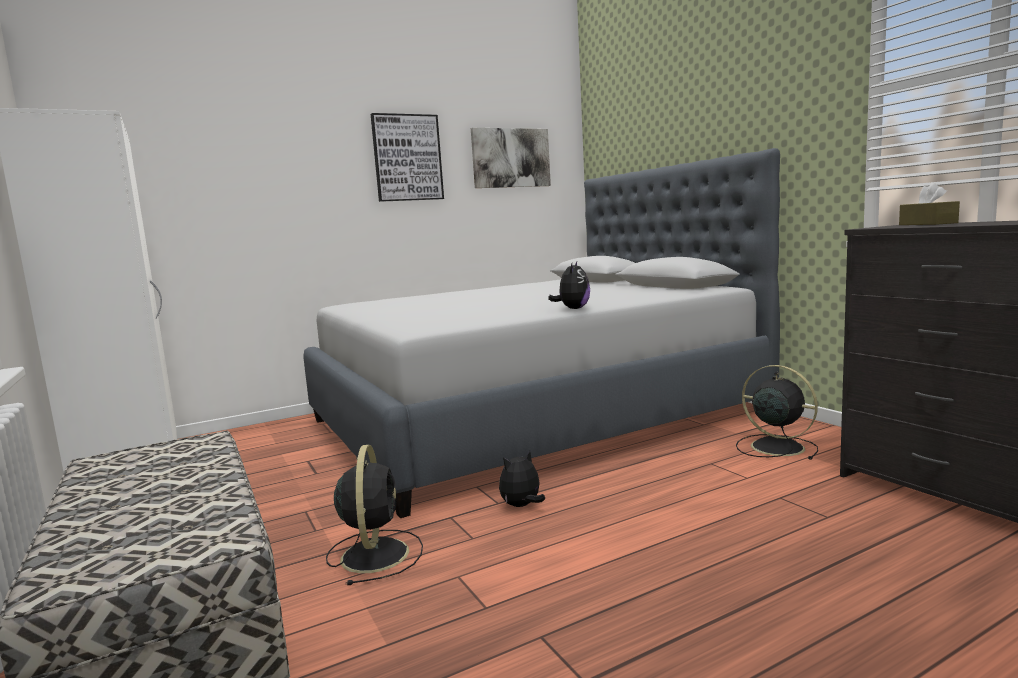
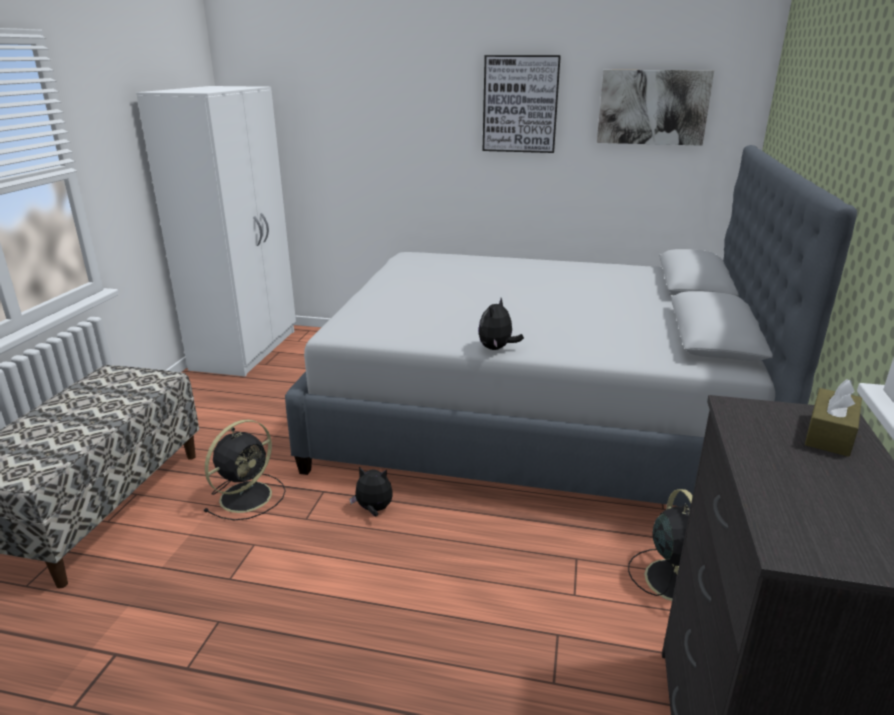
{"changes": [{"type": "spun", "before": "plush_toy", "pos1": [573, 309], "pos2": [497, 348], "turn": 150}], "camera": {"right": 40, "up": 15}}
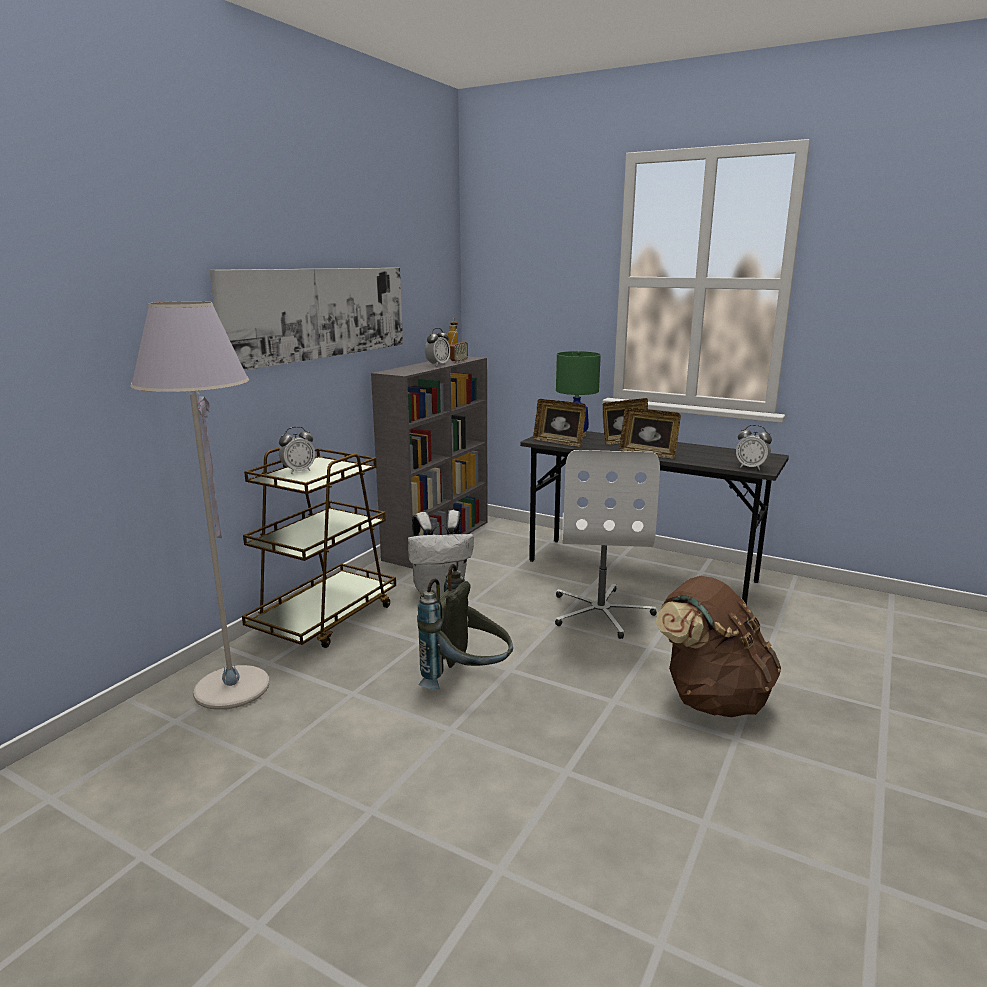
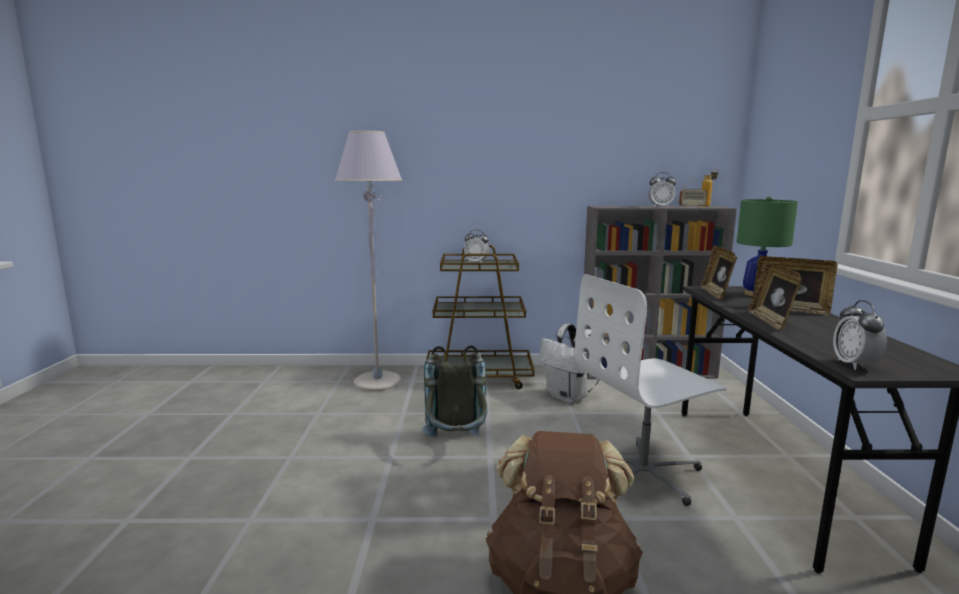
{"changes": [{"type": "missing", "before": "wall_art", "pos1": [319, 313]}], "camera": {"right": 60, "up": -5}}
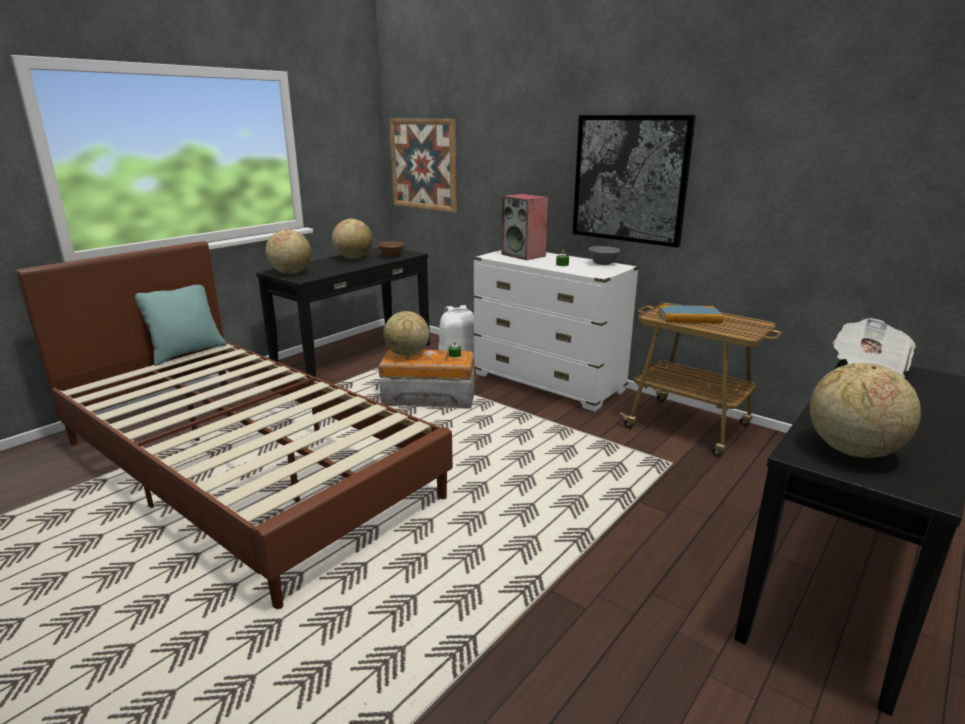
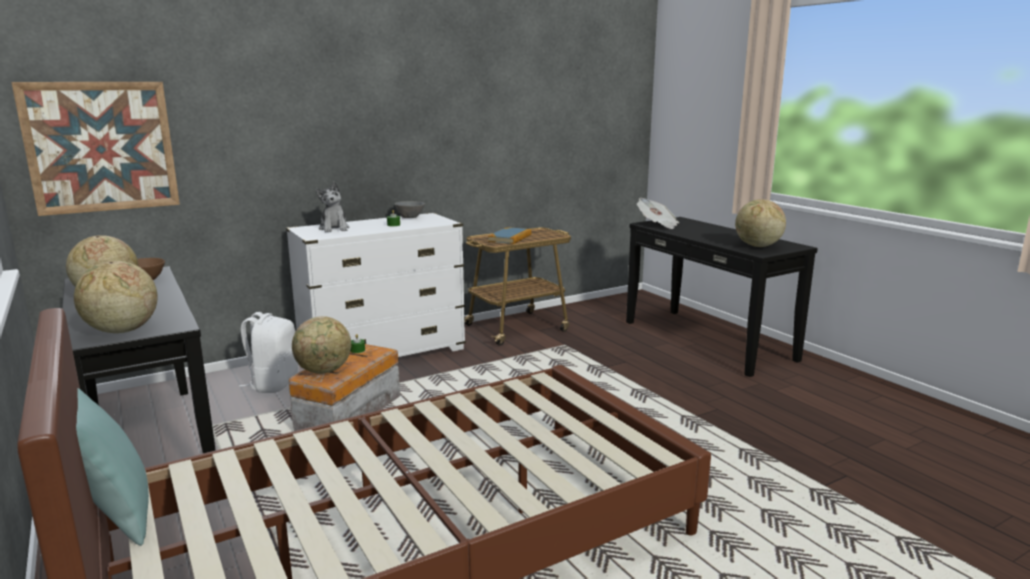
{"changes": [{"type": "exchanged", "before": "speaker", "after": "plush_toy", "pos1": [524, 255], "pos2": [334, 228]}, {"type": "missing", "before": "wall_art", "pos1": [630, 179]}], "camera": {"right": -70, "up": -5}}
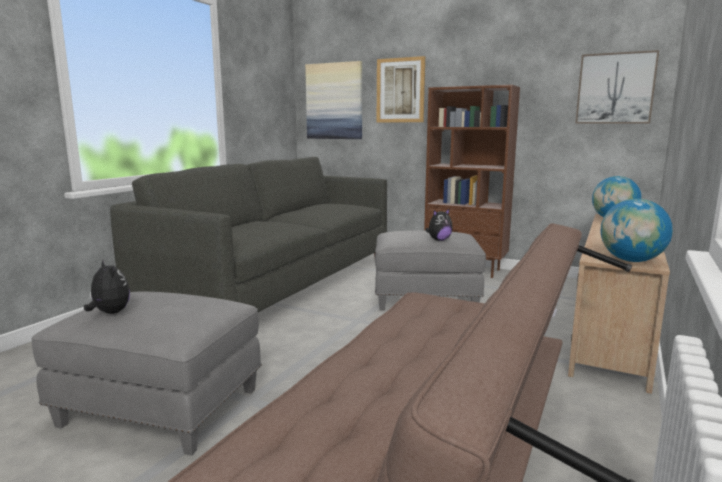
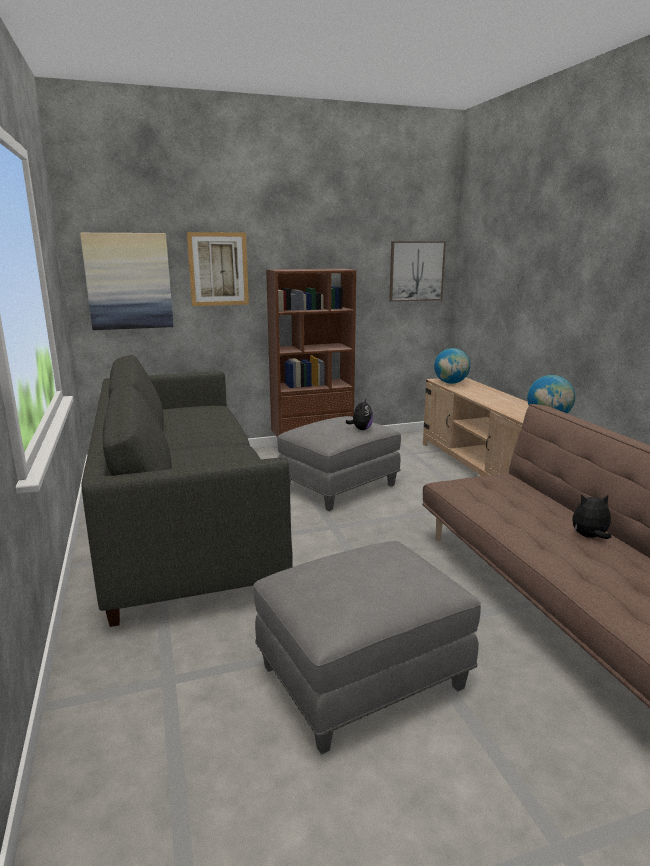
{"changes": [{"type": "relocated", "before": "plush_toy", "pos1": [109, 313], "pos2": [589, 537]}], "camera": {"right": -45, "up": 5}}
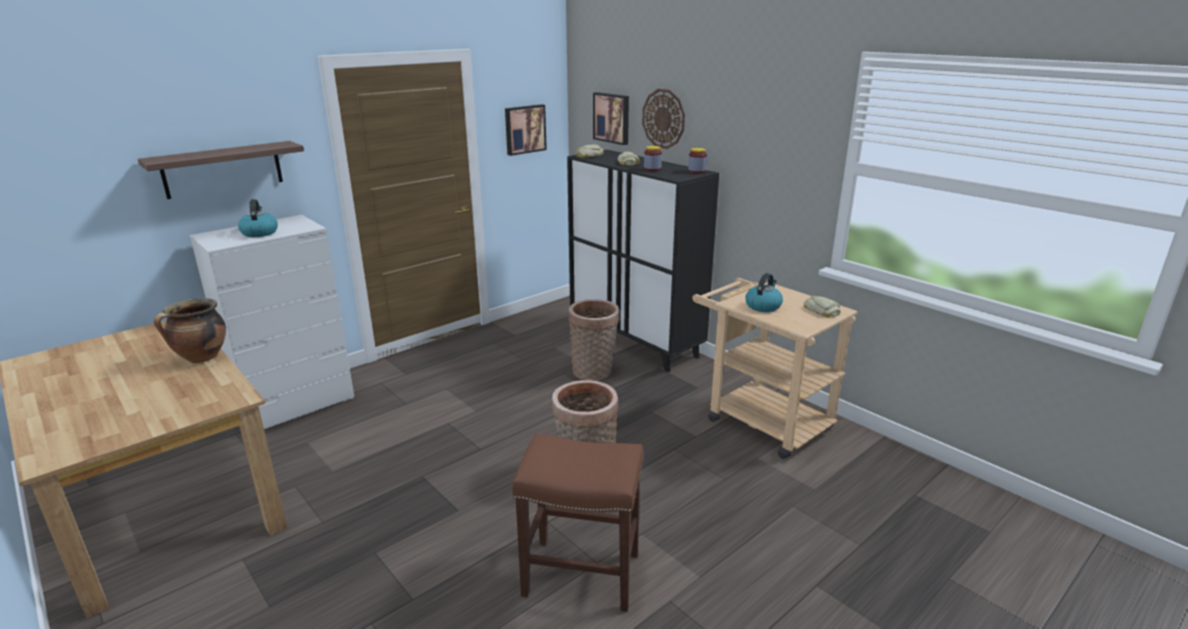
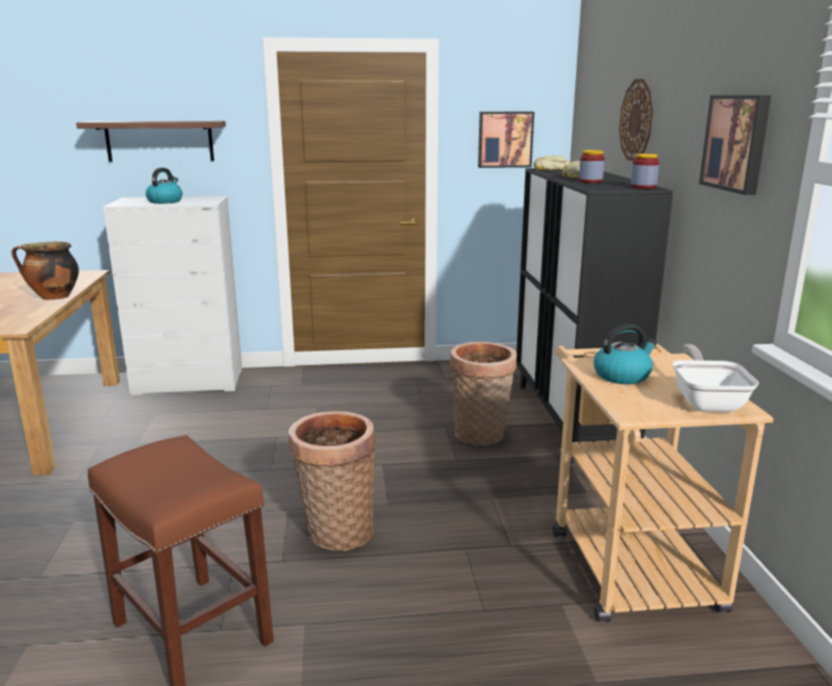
{"changes": [{"type": "relocated", "before": "wall_art", "pos1": [612, 118], "pos2": [737, 143]}, {"type": "exchanged", "before": "baked_bread", "after": "pan", "pos1": [821, 310], "pos2": [706, 401]}], "camera": {"right": 35, "up": -5}}
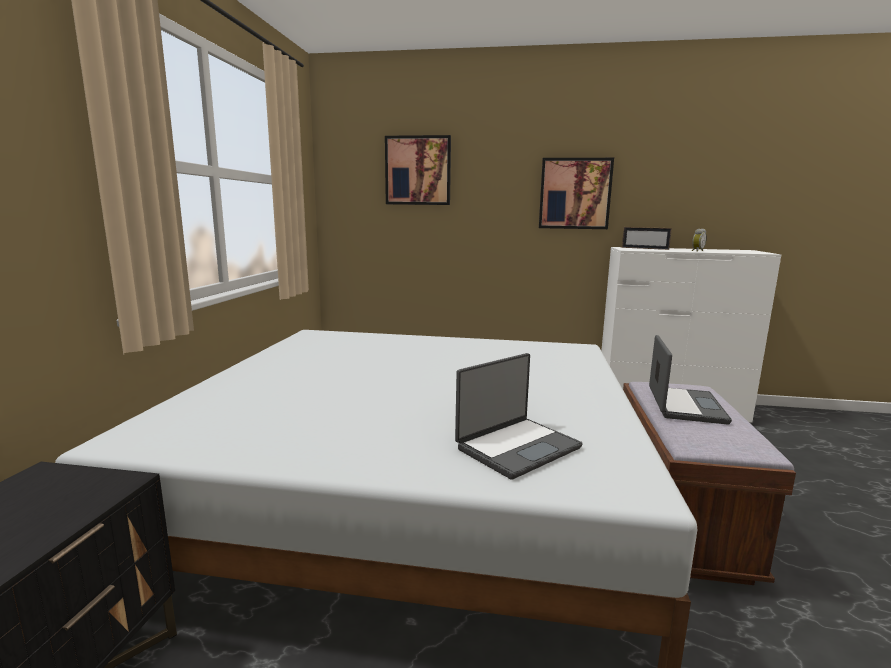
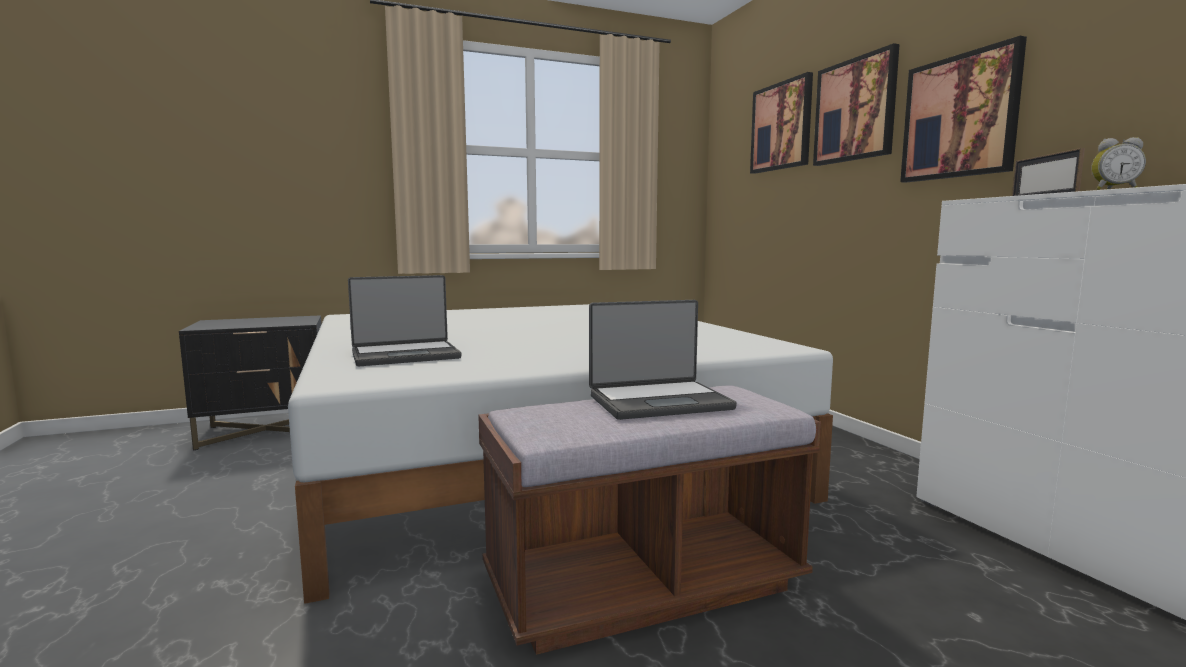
{"changes": [{"type": "spun", "before": "notebook_computer", "pos1": [517, 447], "pos2": [405, 355], "turn": -45}, {"type": "appeared", "after": "wall_art", "pos2": [855, 110]}], "camera": {"right": 60, "up": -5}}
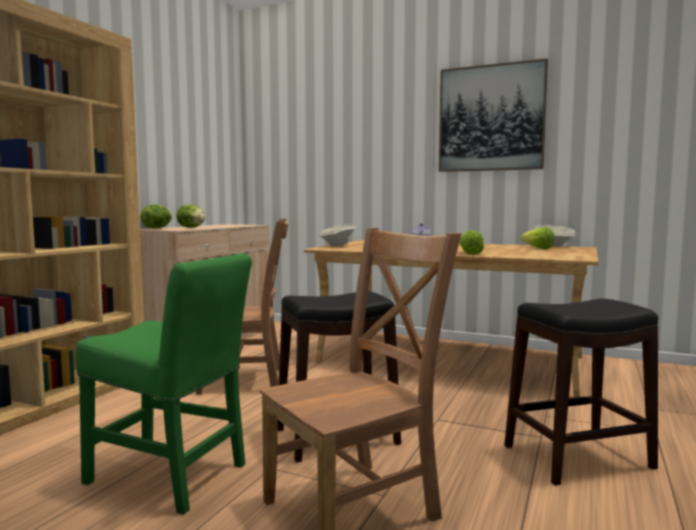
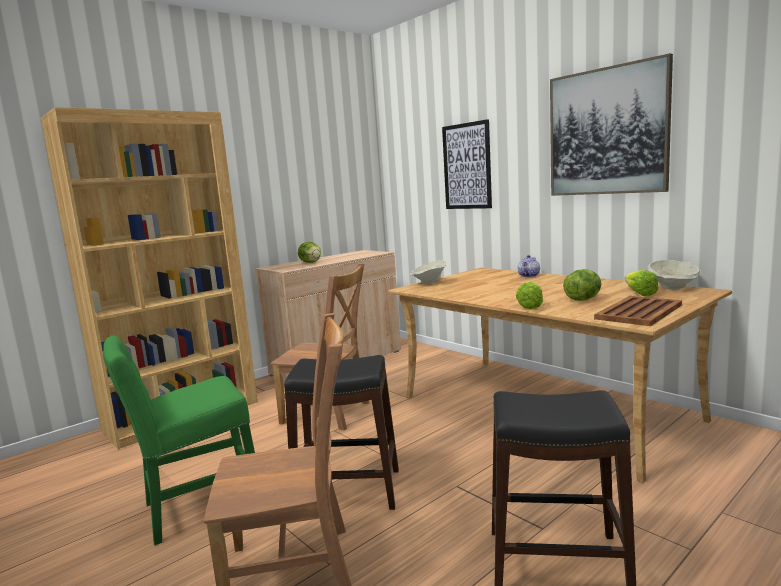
{"changes": [{"type": "spun", "before": "greenish_plain_chair", "pos1": [172, 476], "pos2": [197, 507], "turn": 105}, {"type": "relocated", "before": "lettuce", "pos1": [157, 228], "pos2": [583, 299]}, {"type": "appeared", "after": "wall_art", "pos2": [467, 166]}, {"type": "appeared", "after": "brownish_carrying_tray", "pos2": [639, 311]}], "camera": {"right": 25, "up": 5}}
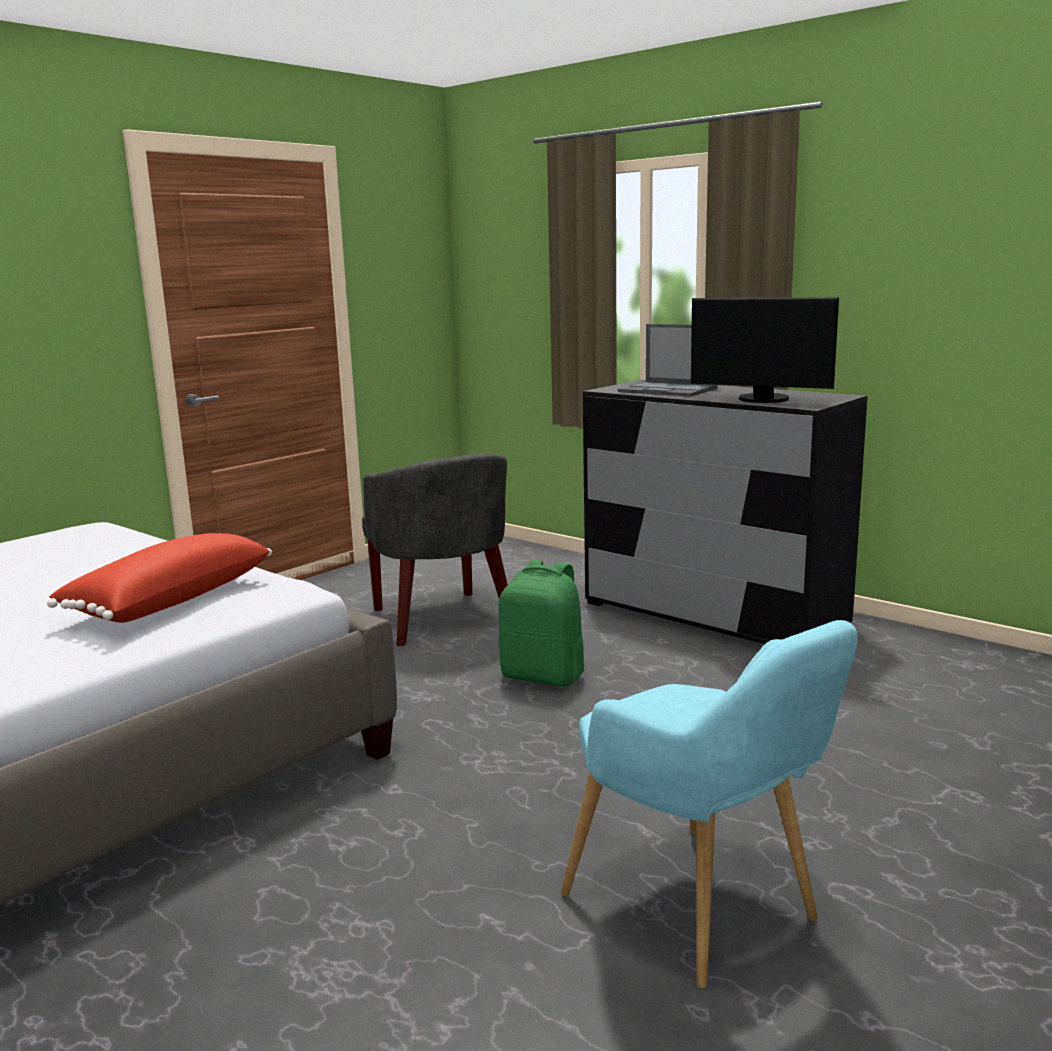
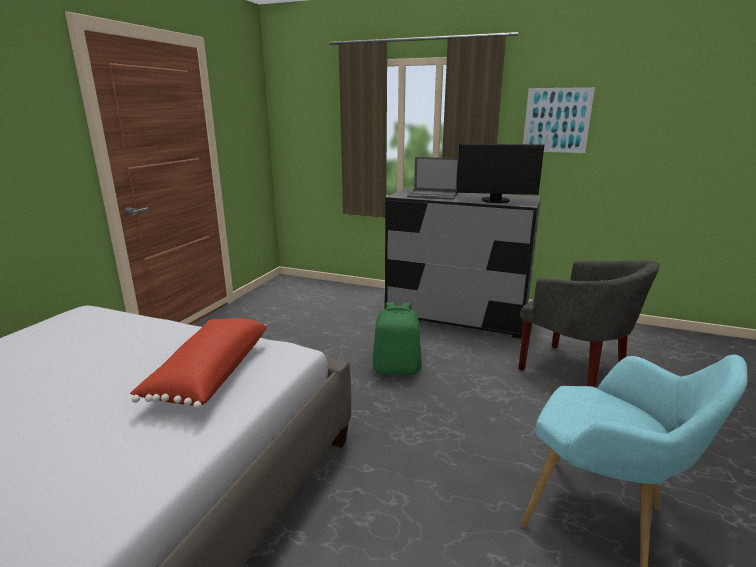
{"changes": [{"type": "relocated", "before": "greyish_easy_chair", "pos1": [442, 620], "pos2": [576, 372]}, {"type": "appeared", "after": "wall_art", "pos2": [557, 120]}], "camera": {"right": -20, "up": 5}}
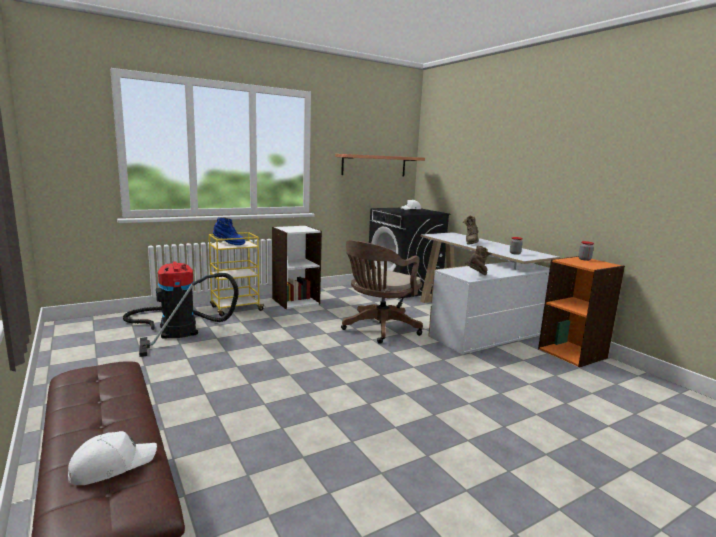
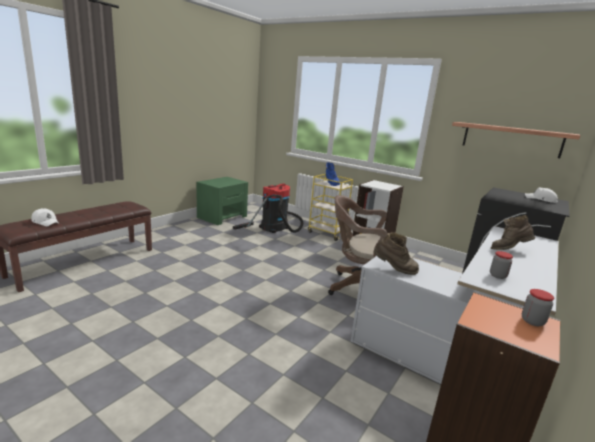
{"changes": [{"type": "appeared", "after": "greenish_night_table", "pos2": [222, 217]}], "camera": {"right": 65, "up": 5}}
